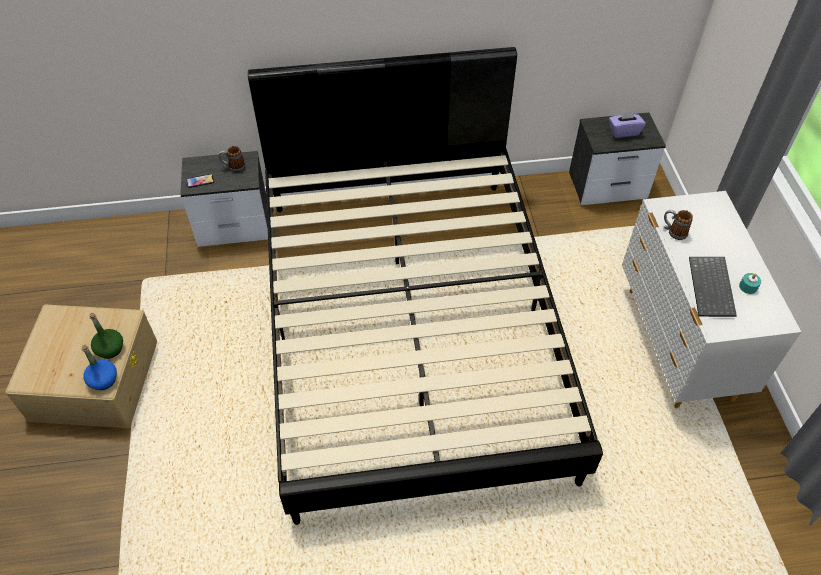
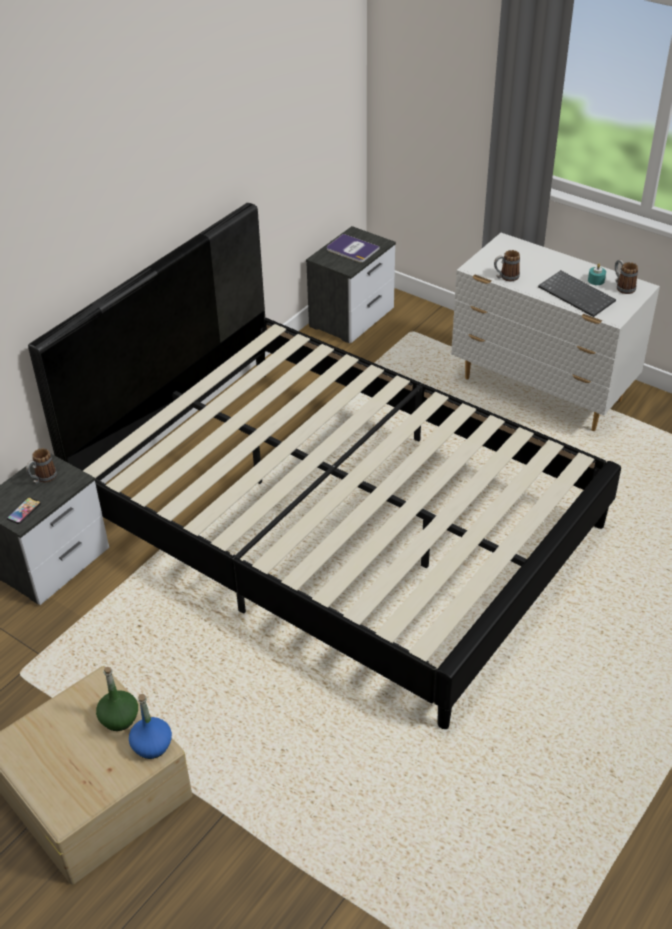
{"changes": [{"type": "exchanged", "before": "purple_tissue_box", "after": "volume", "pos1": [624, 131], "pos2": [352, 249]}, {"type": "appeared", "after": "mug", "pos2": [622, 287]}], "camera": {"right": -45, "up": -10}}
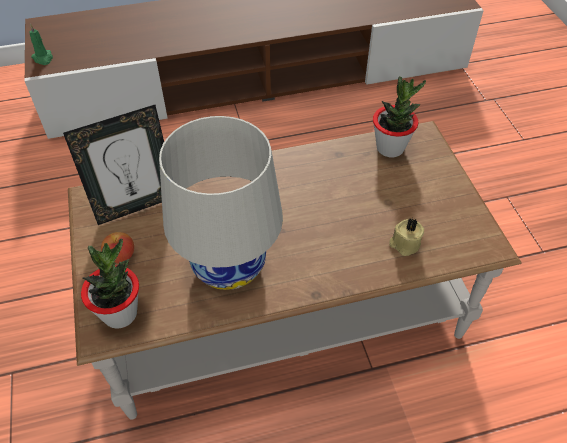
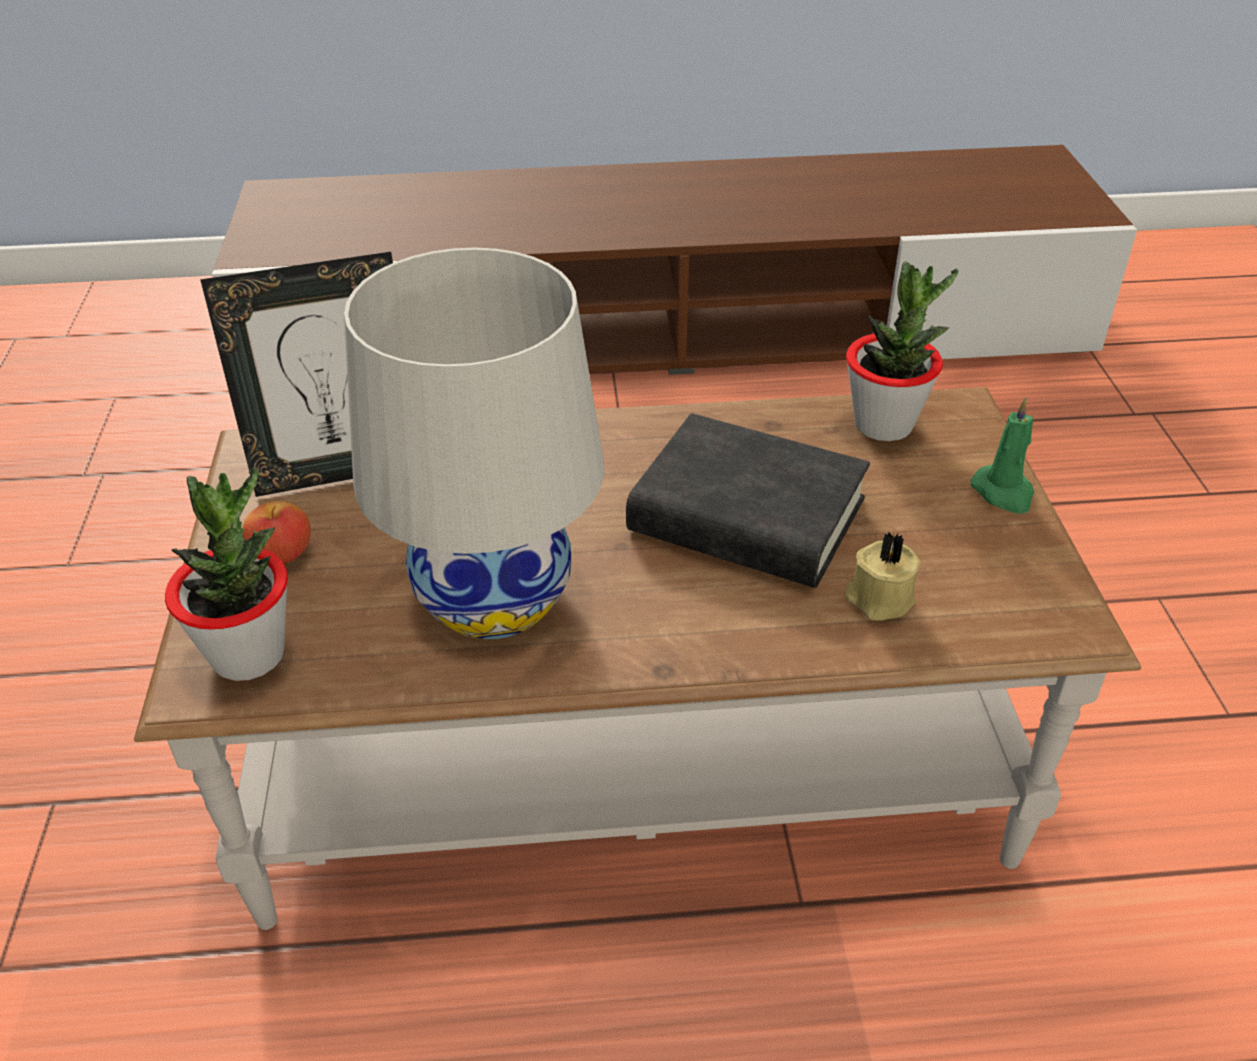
{"changes": [{"type": "relocated", "before": "greenish_wax_candle", "pos1": [43, 58], "pos2": [1003, 493]}, {"type": "appeared", "after": "black-coloured_volume", "pos2": [747, 516]}], "camera": {"right": 10, "up": -10}}
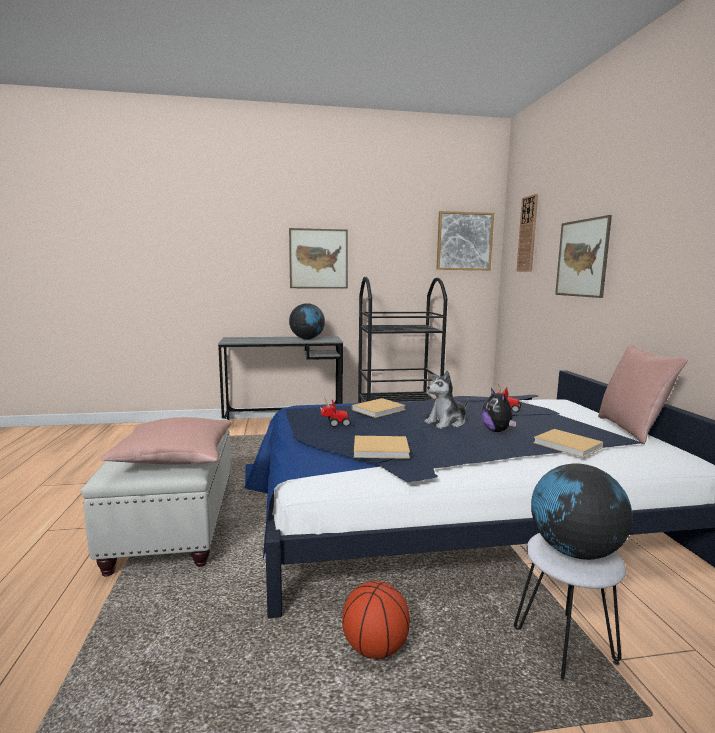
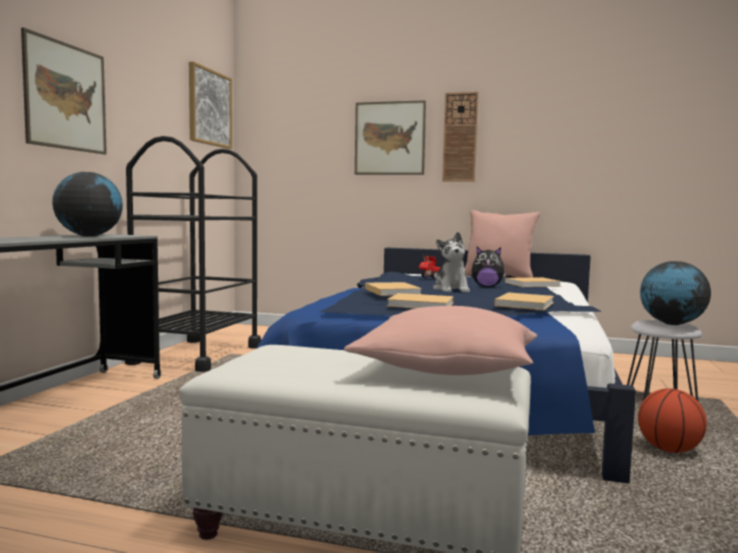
{"changes": [{"type": "exchanged", "before": "miniature_car", "after": "beige-coloured_volume", "pos1": [335, 424], "pos2": [423, 304]}, {"type": "relocated", "before": "wall_clock", "pos1": [527, 234], "pos2": [460, 137]}], "camera": {"right": -65, "up": -5}}
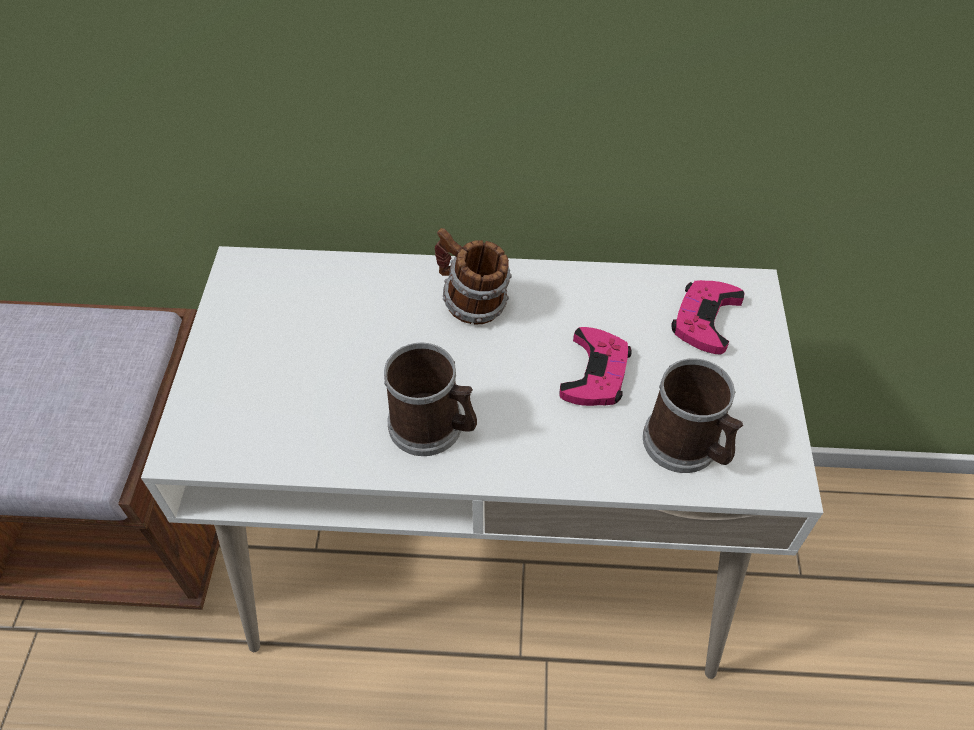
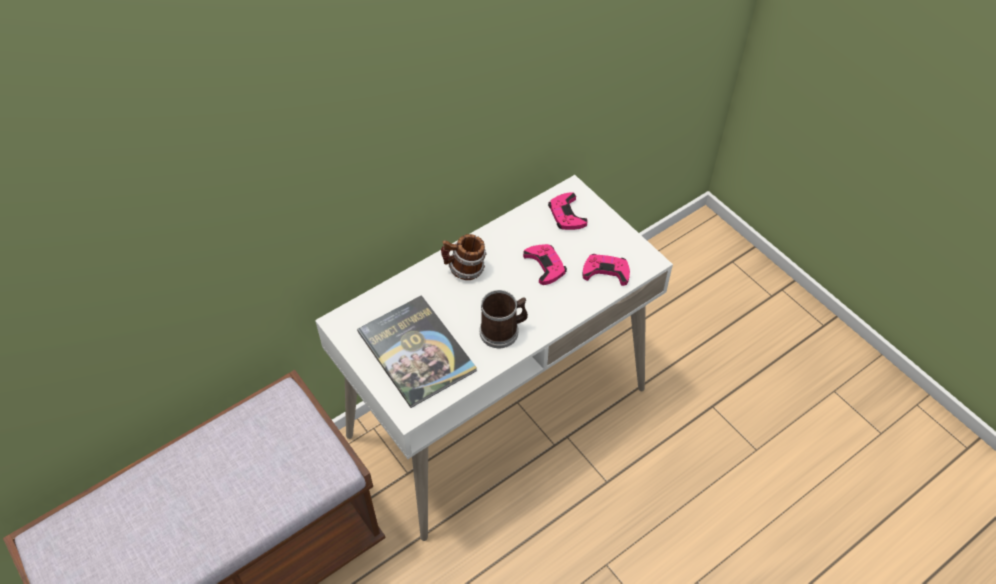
{"changes": [{"type": "exchanged", "before": "mug", "after": "pinkish_game_controller", "pos1": [687, 446], "pos2": [606, 272]}, {"type": "appeared", "after": "volume", "pos2": [416, 351]}], "camera": {"right": -40, "up": 0}}
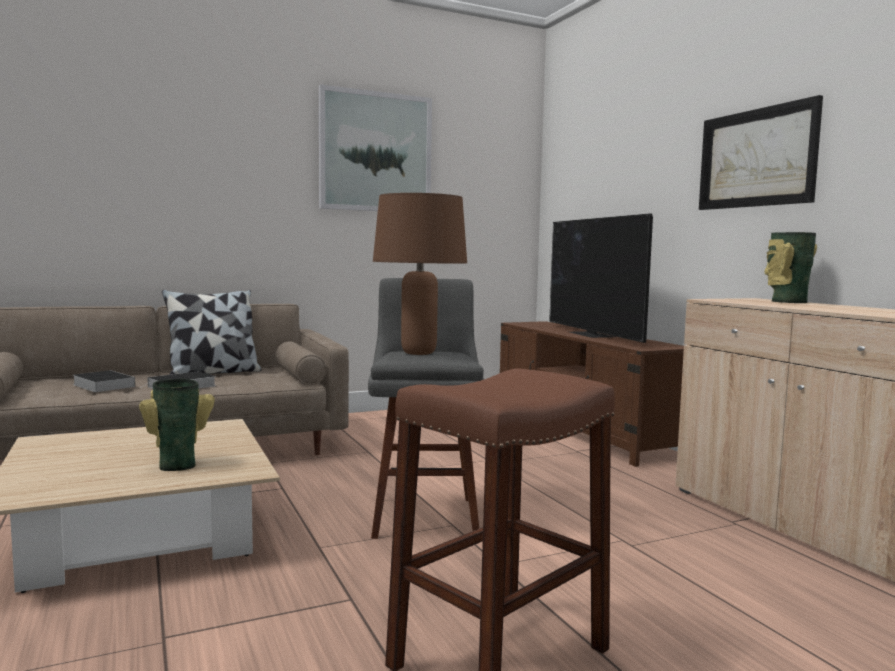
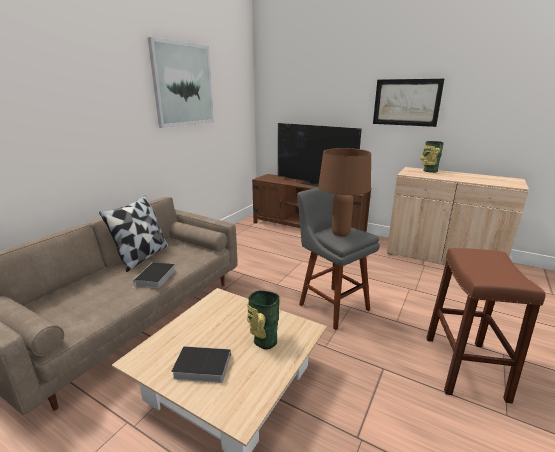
{"changes": [{"type": "relocated", "before": "volume", "pos1": [102, 385], "pos2": [200, 367]}], "camera": {"right": -35, "up": 15}}
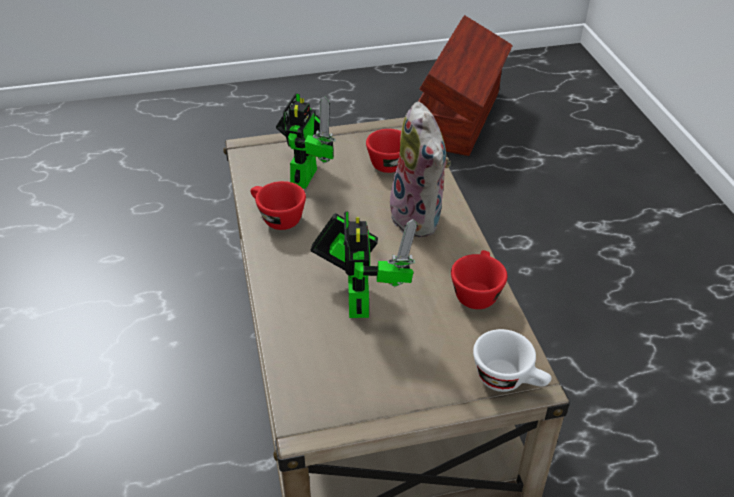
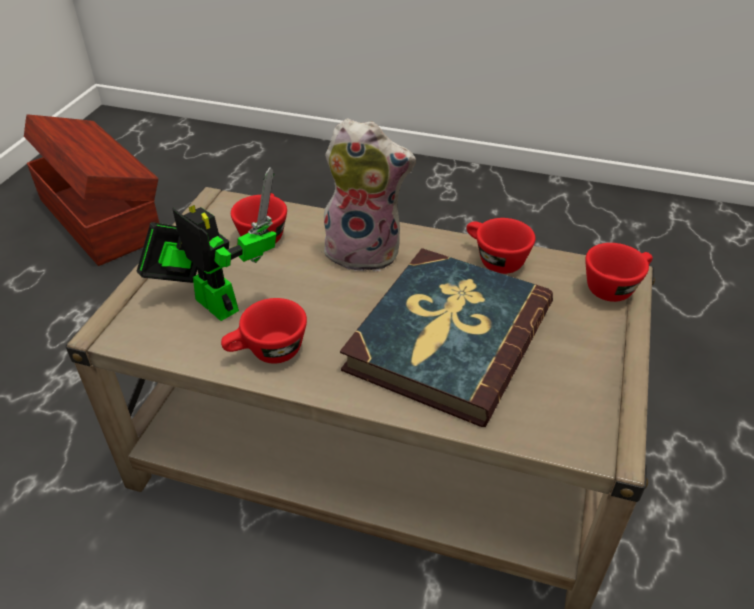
{"changes": [{"type": "exchanged", "before": "toy_robot", "after": "volume", "pos1": [358, 297], "pos2": [448, 338]}, {"type": "colour", "before": "white-coloured_cup", "after": "red-coloured_cup", "pos1": [509, 380], "pos2": [615, 287]}], "camera": {"right": -60, "up": 0}}
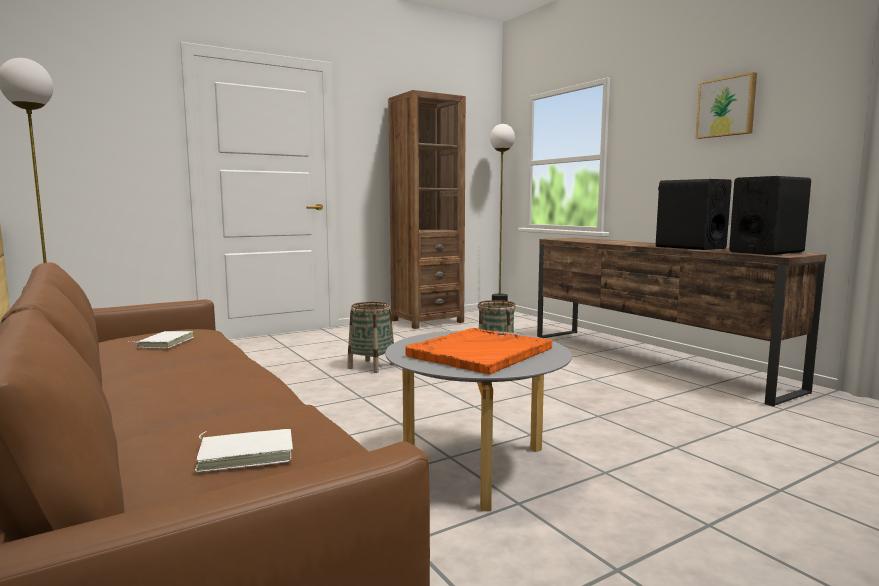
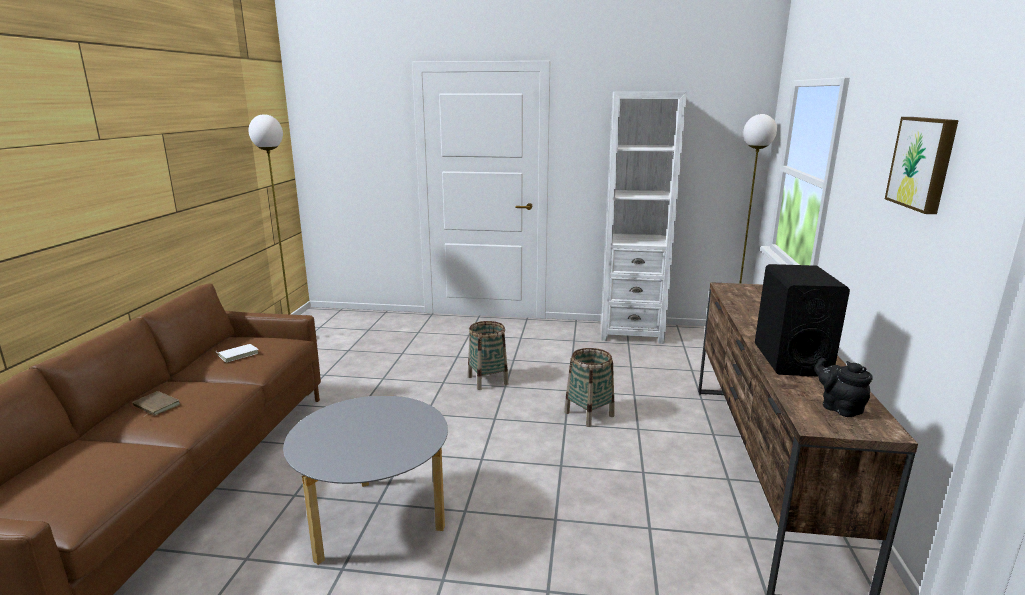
{"changes": [{"type": "missing", "before": "white-coloured_volume", "pos1": [247, 453]}, {"type": "colour", "before": "brownish_shelving_unit", "after": "white-coloured_shelving_unit", "pos1": [427, 321], "pos2": [631, 332]}, {"type": "missing", "before": "orangey_carrying_tray", "pos1": [479, 352]}, {"type": "exchanged", "before": "black-coloured_speaker", "after": "black-coloured_tea_pot", "pos1": [766, 252], "pos2": [839, 408]}, {"type": "appeared", "after": "brownish_volume", "pos2": [155, 406]}], "camera": {"right": 40, "up": 10}}
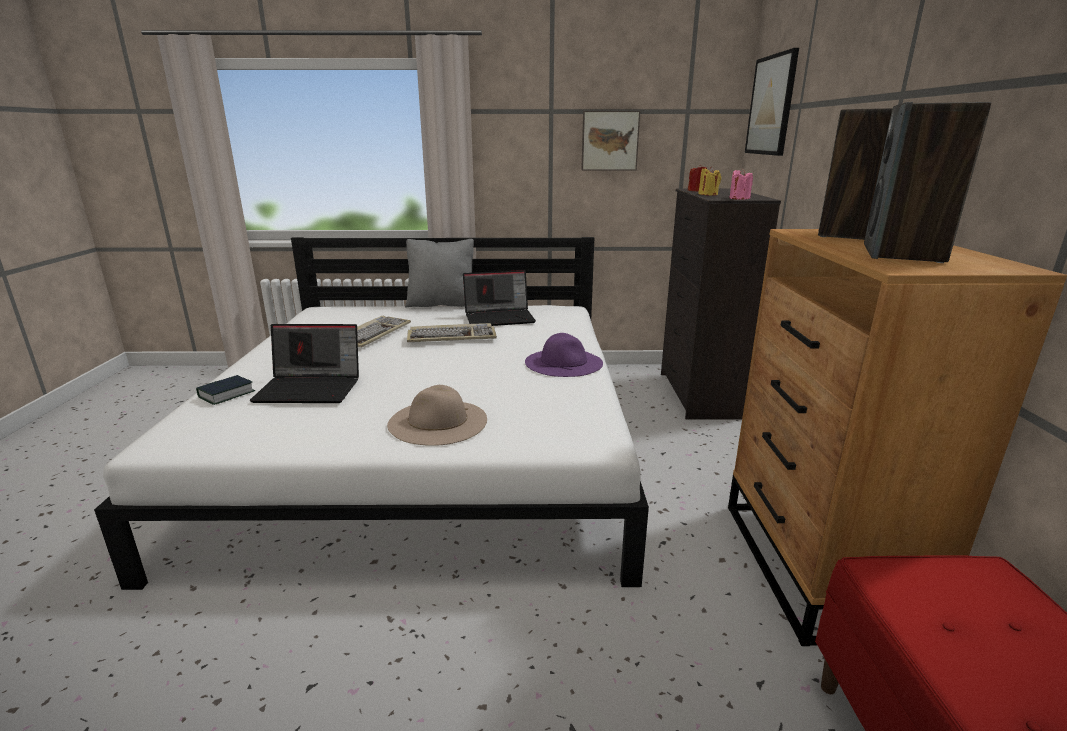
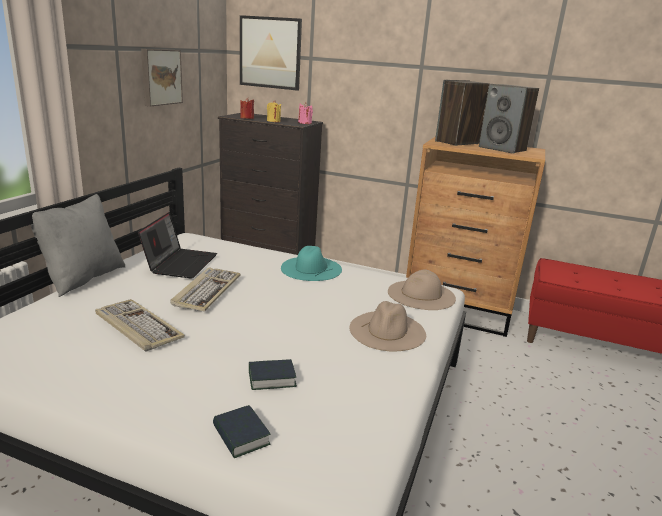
{"changes": [{"type": "exchanged", "before": "notebook_computer", "after": "volume", "pos1": [311, 388], "pos2": [271, 378]}, {"type": "colour", "before": "purple_hat", "after": "turquoise_hat", "pos1": [563, 362], "pos2": [311, 268]}, {"type": "appeared", "after": "beige-coloured_hat", "pos2": [421, 295]}], "camera": {"right": -70, "up": 0}}
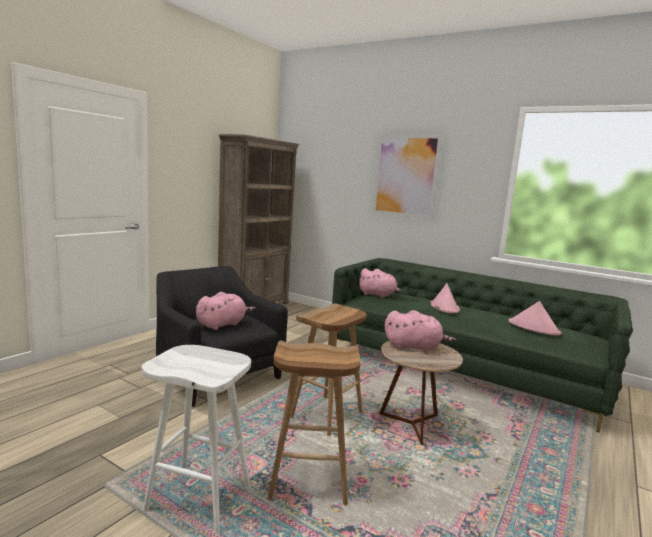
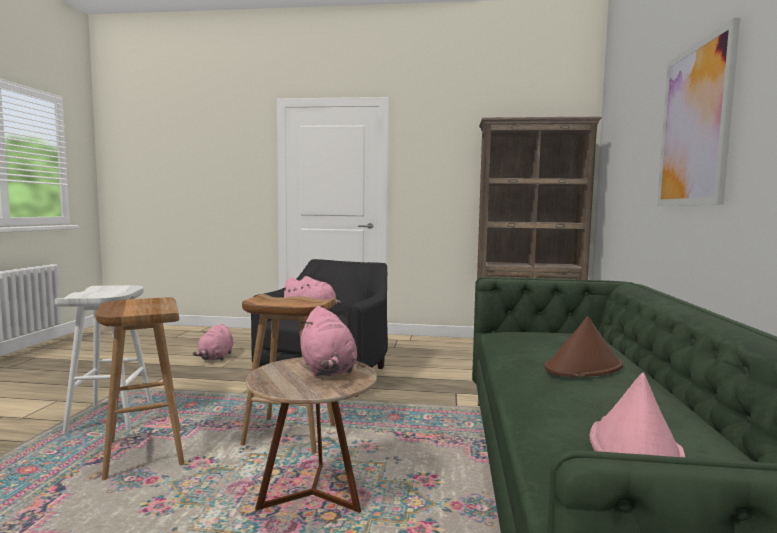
{"changes": [{"type": "relocated", "before": "pinkish_plush_toy", "pos1": [378, 295], "pos2": [216, 357]}, {"type": "colour", "before": "pinkish_hat", "after": "brownish_hat", "pos1": [444, 307], "pos2": [584, 368]}], "camera": {"right": 65, "up": -5}}
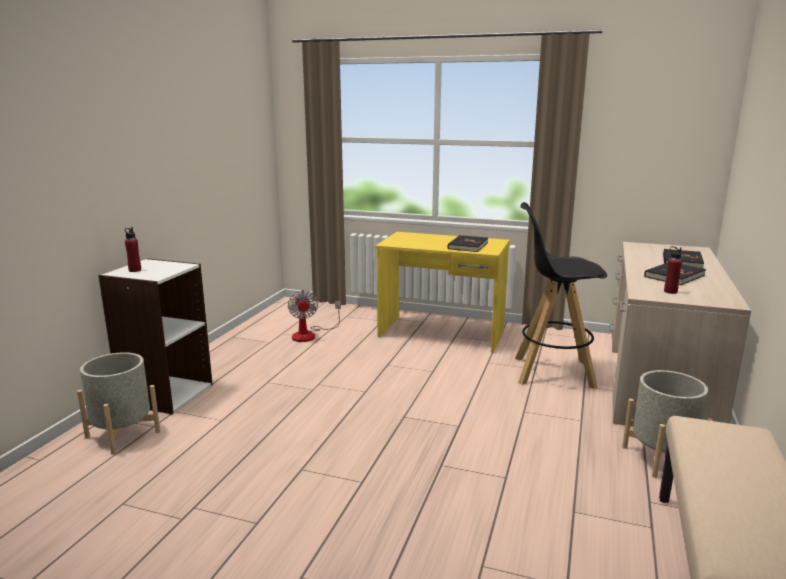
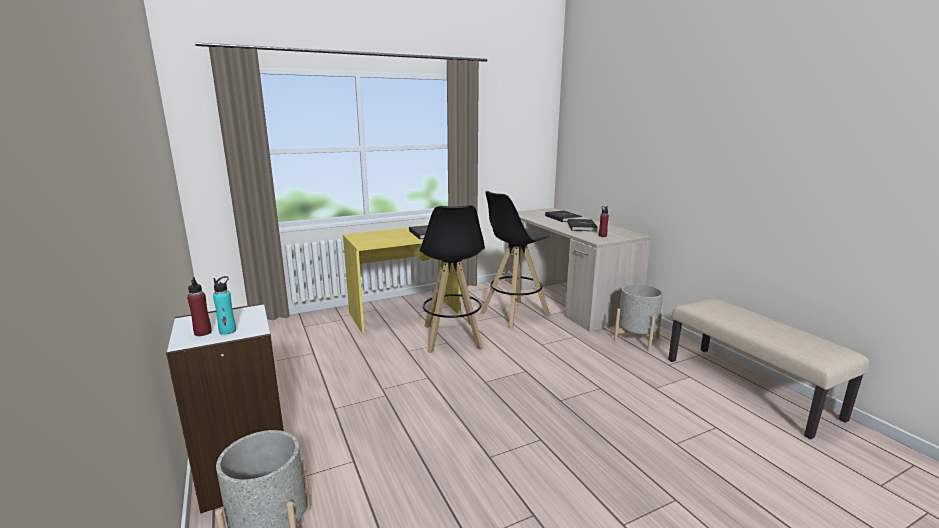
{"changes": [{"type": "missing", "before": "fan", "pos1": [310, 334]}, {"type": "appeared", "after": "turquoise_drink_bottle", "pos2": [227, 331]}, {"type": "appeared", "after": "black-coloured_sitting_stool", "pos2": [452, 337]}], "camera": {"right": -45, "up": 0}}
